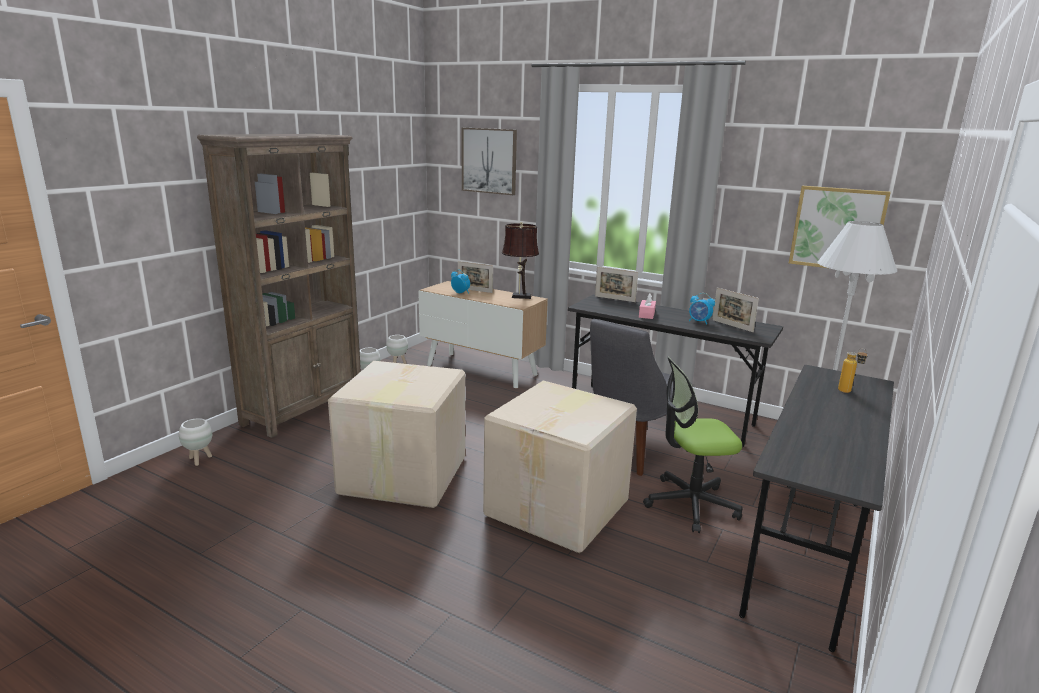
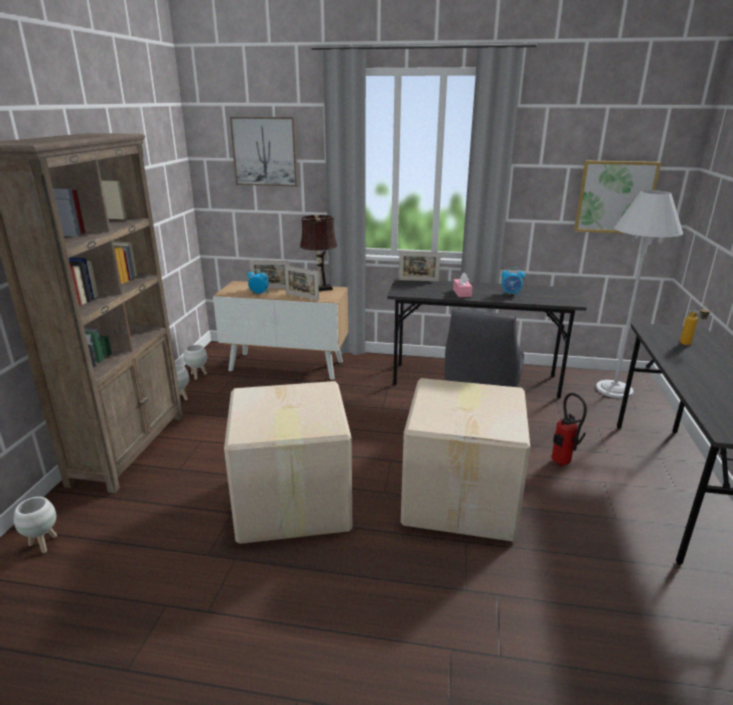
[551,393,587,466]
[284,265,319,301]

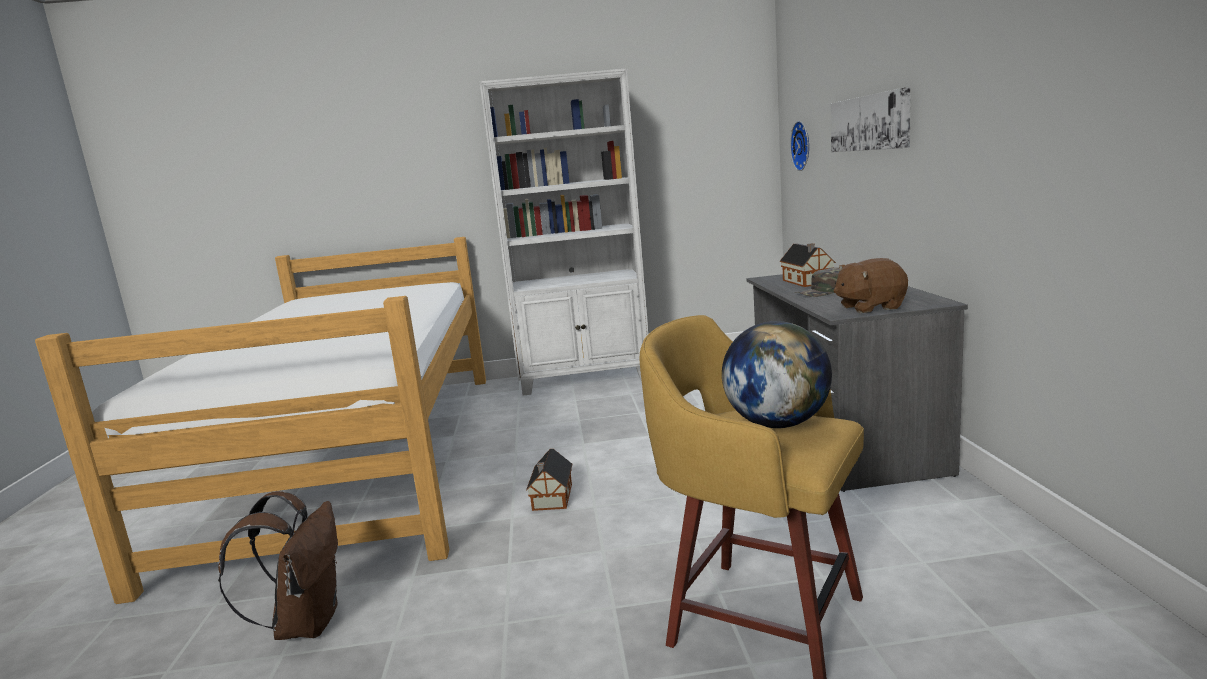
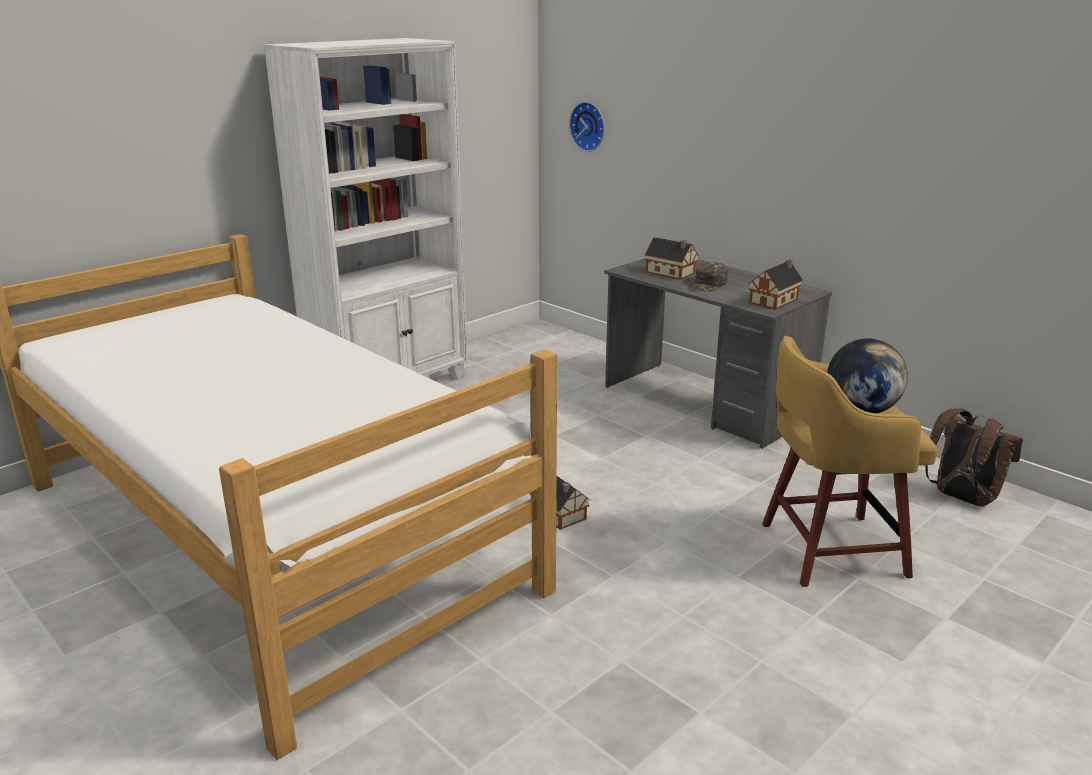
[925,408,1023,506]
[831,87,911,152] (first image)
[748,259,803,310]

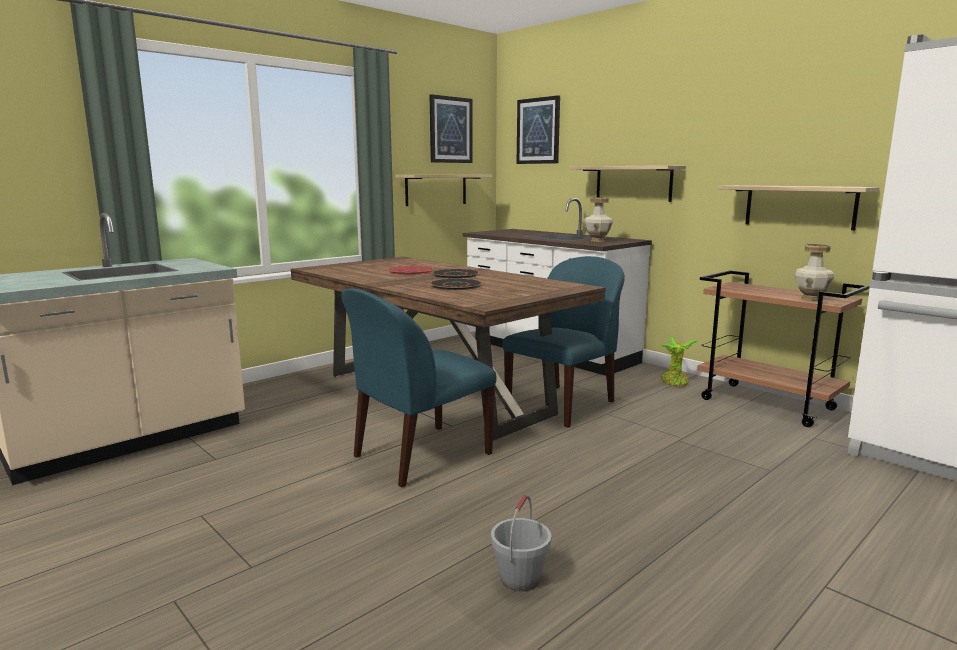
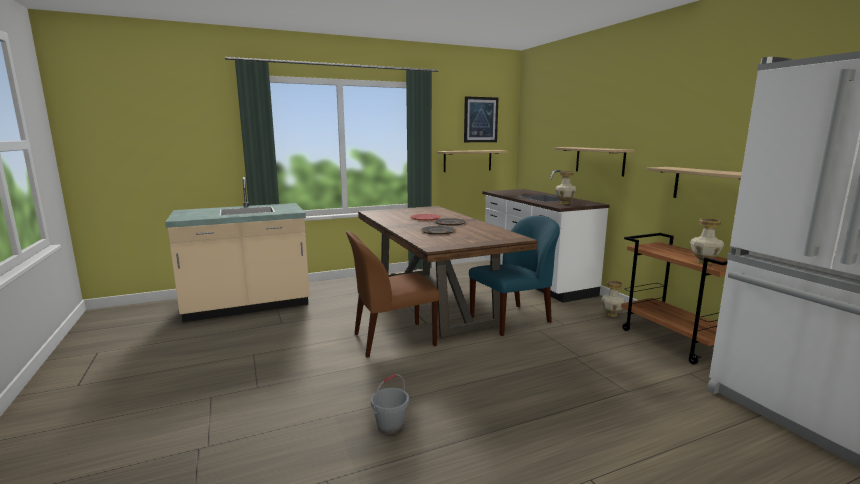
[346,231,439,358]
[517,95,560,164] (first image)
[601,280,625,317]

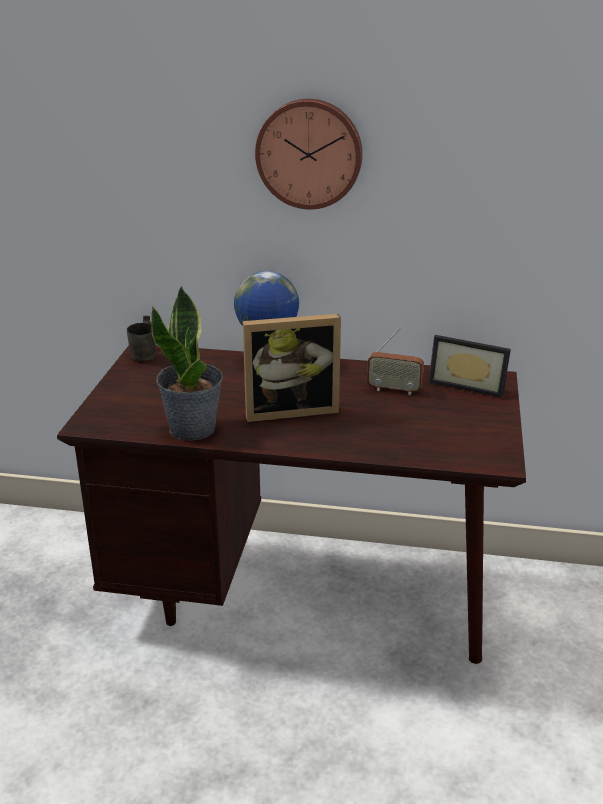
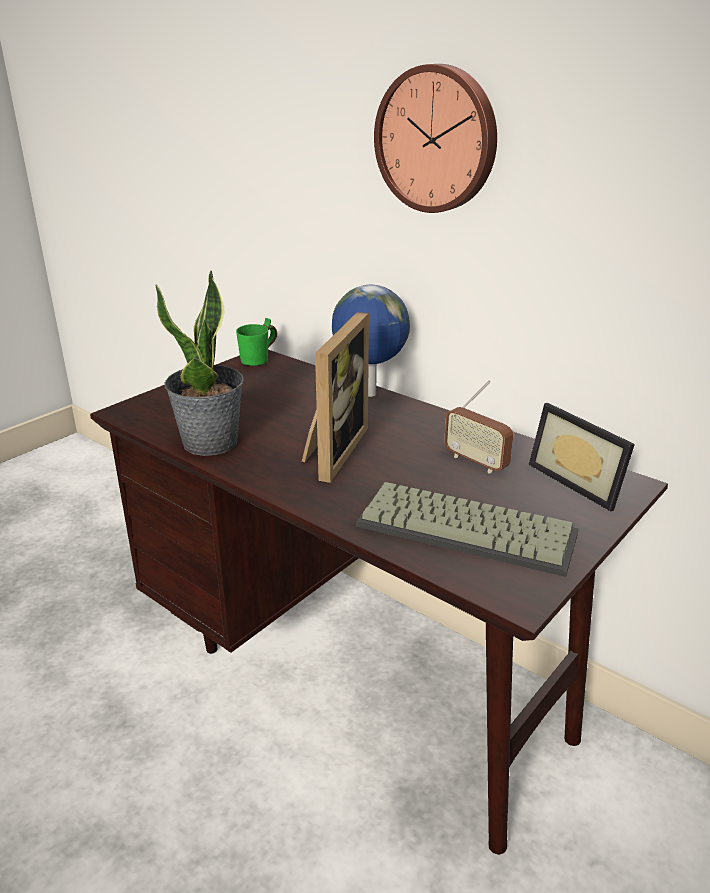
[236,318,277,366]
[302,312,369,483]
[356,482,578,577]

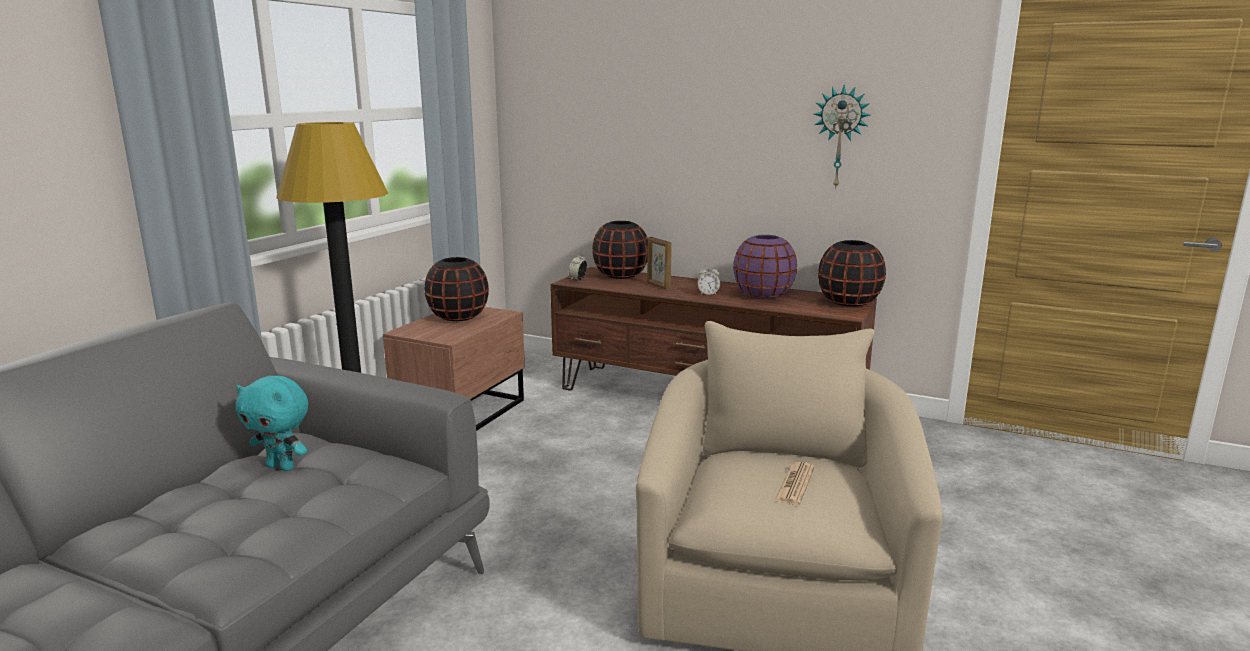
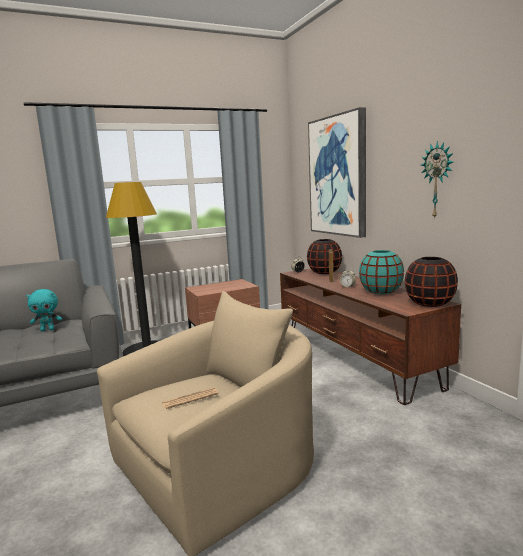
[26,289,62,331]
[424,257,489,321] (first image)
[359,250,404,294]
[308,107,366,238]

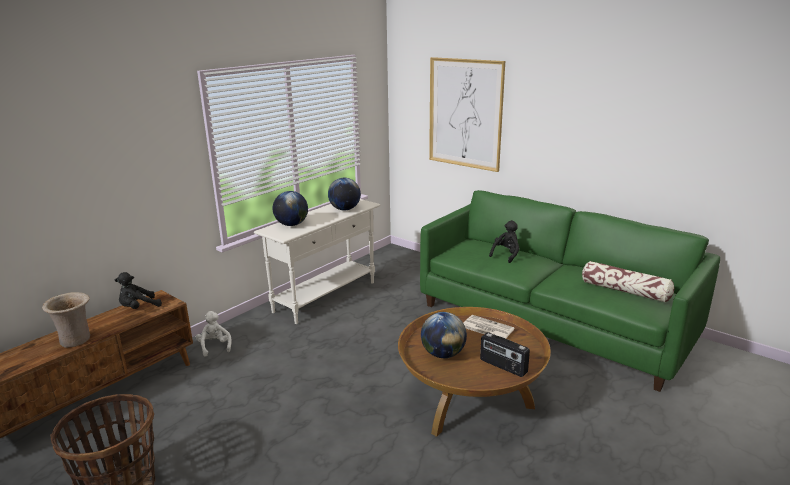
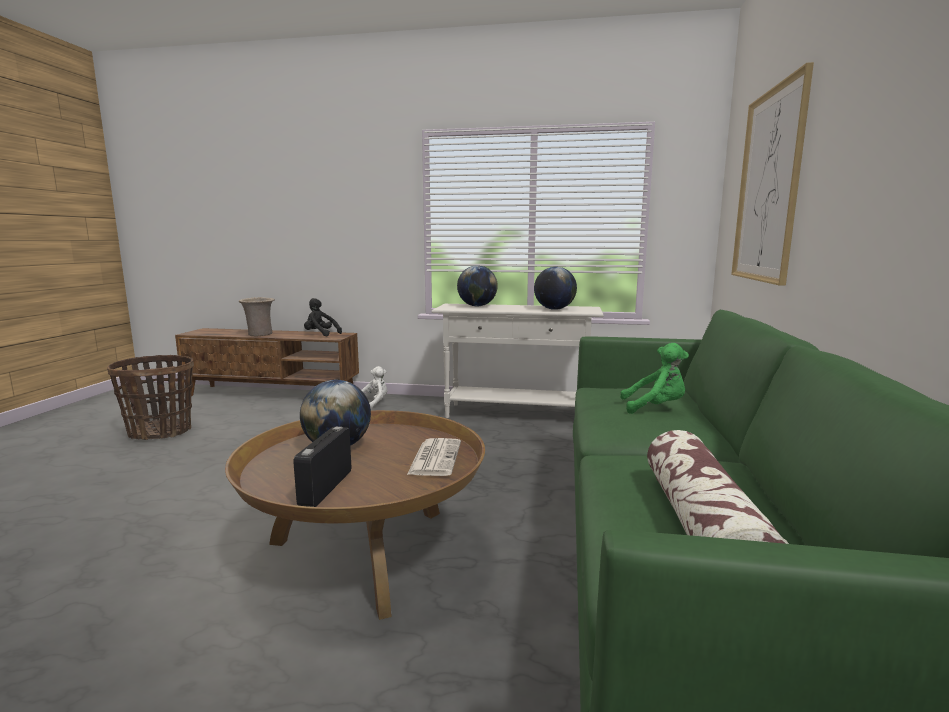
[620,343,689,414]

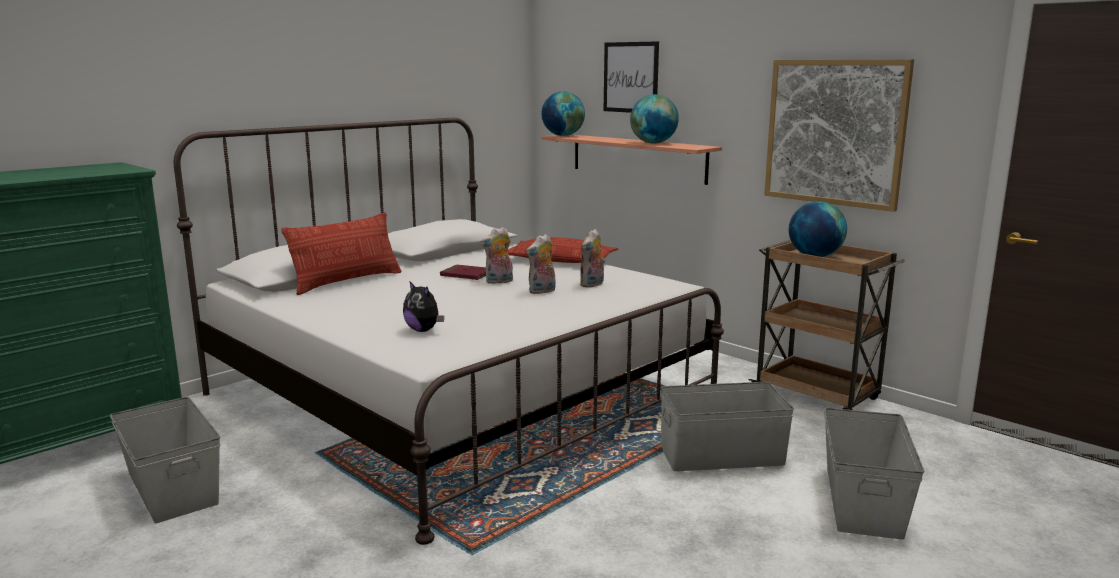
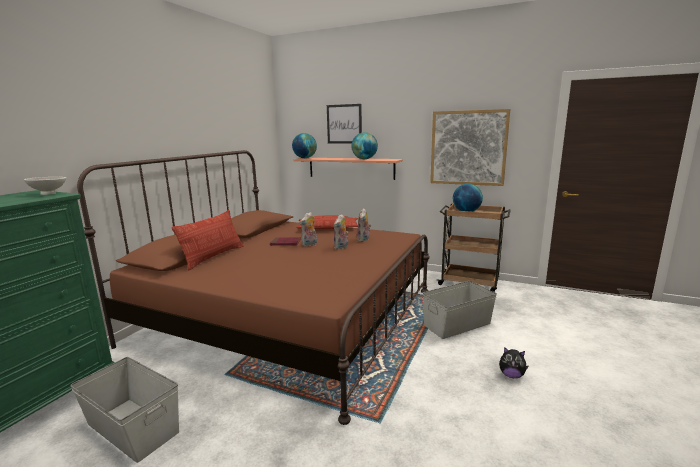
[77,150,430,425]
[499,347,528,378]
[824,408,925,540] (first image)
[24,177,66,195]

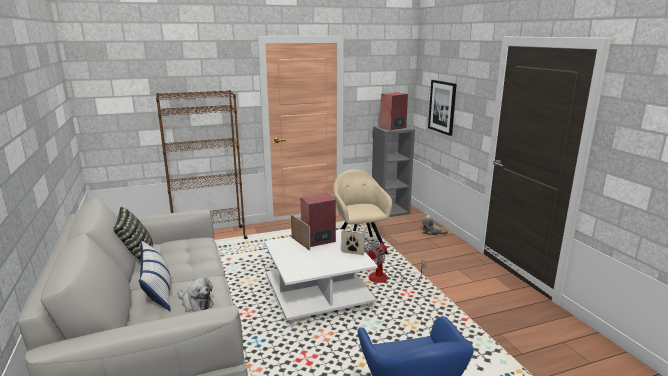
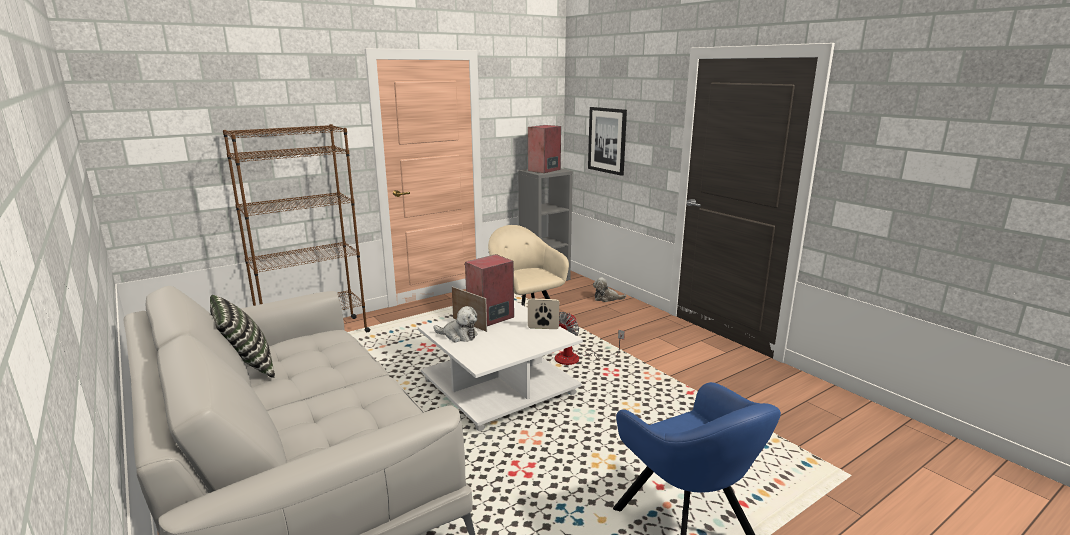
[139,241,171,311] (first image)
[433,306,477,342]

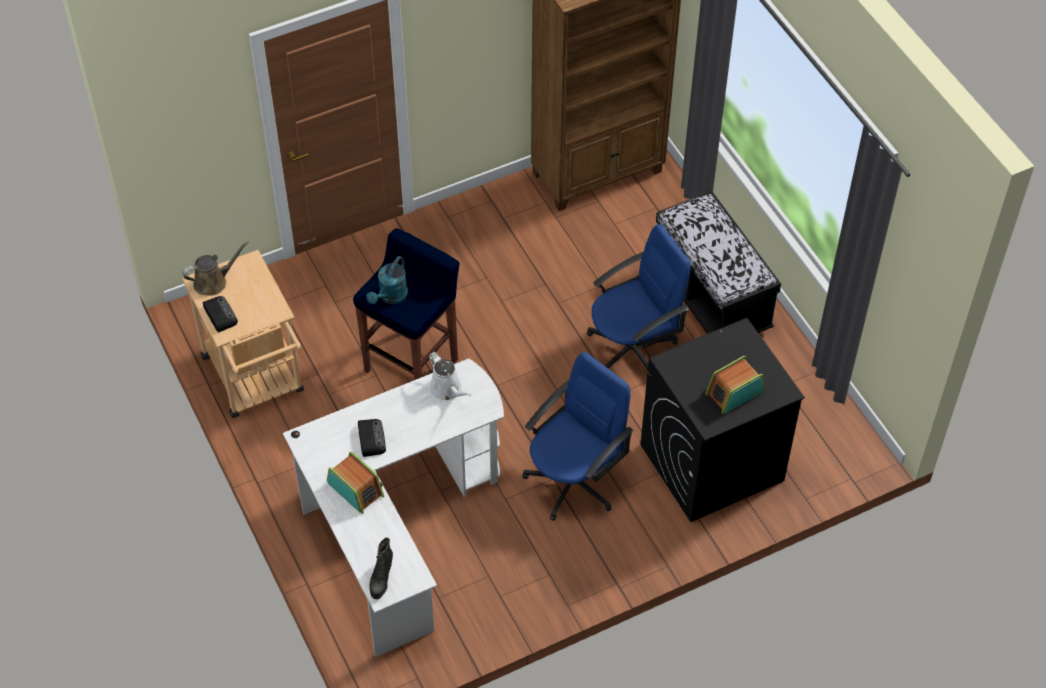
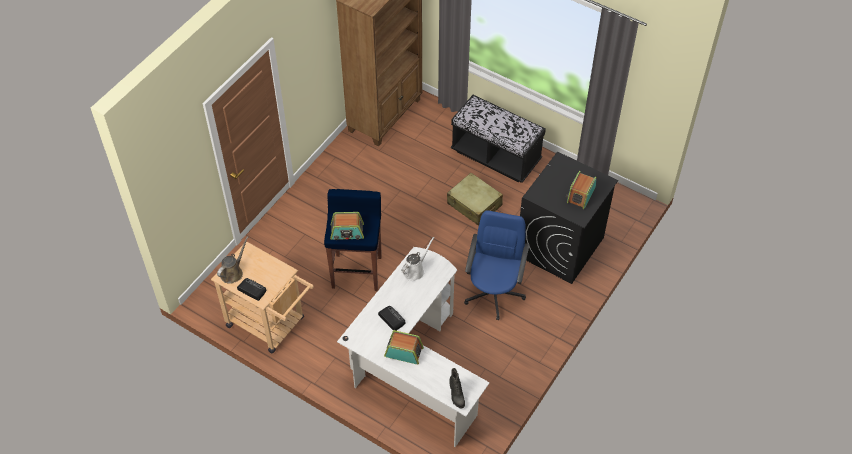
[330,212,364,240]
[401,237,435,281]
[447,173,503,226]

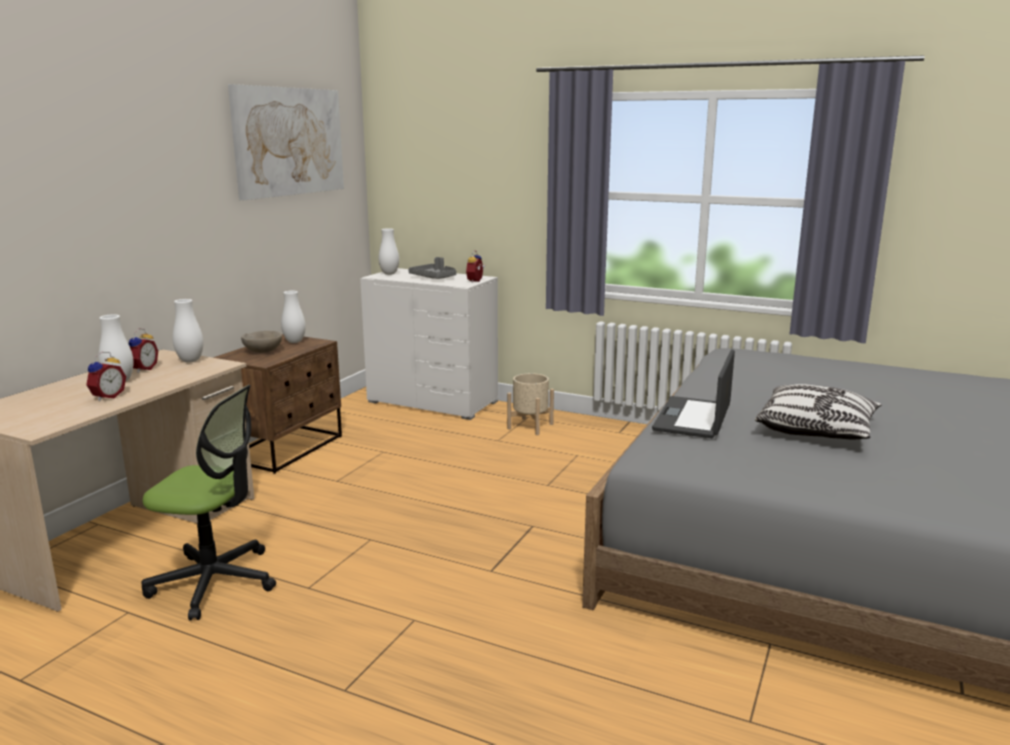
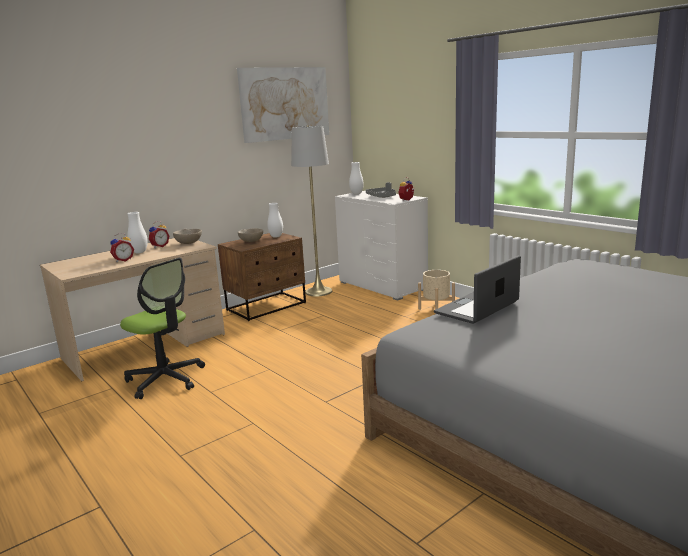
[173,229,202,244]
[755,384,882,439] (first image)
[291,125,332,296]

